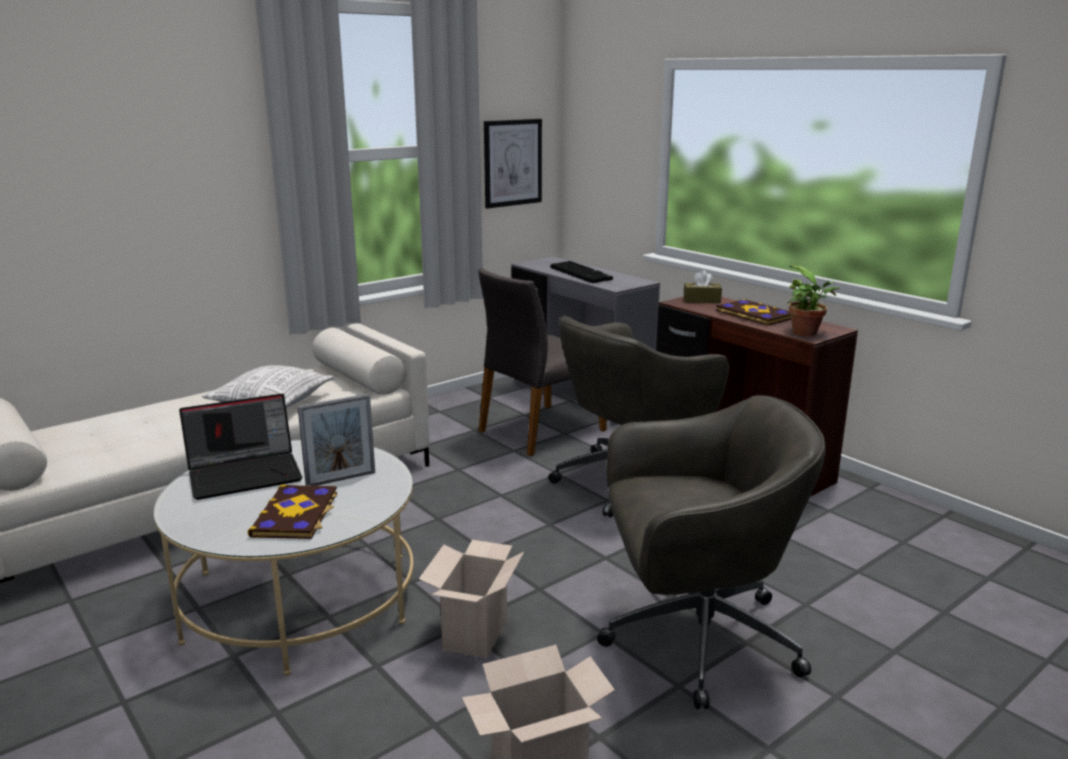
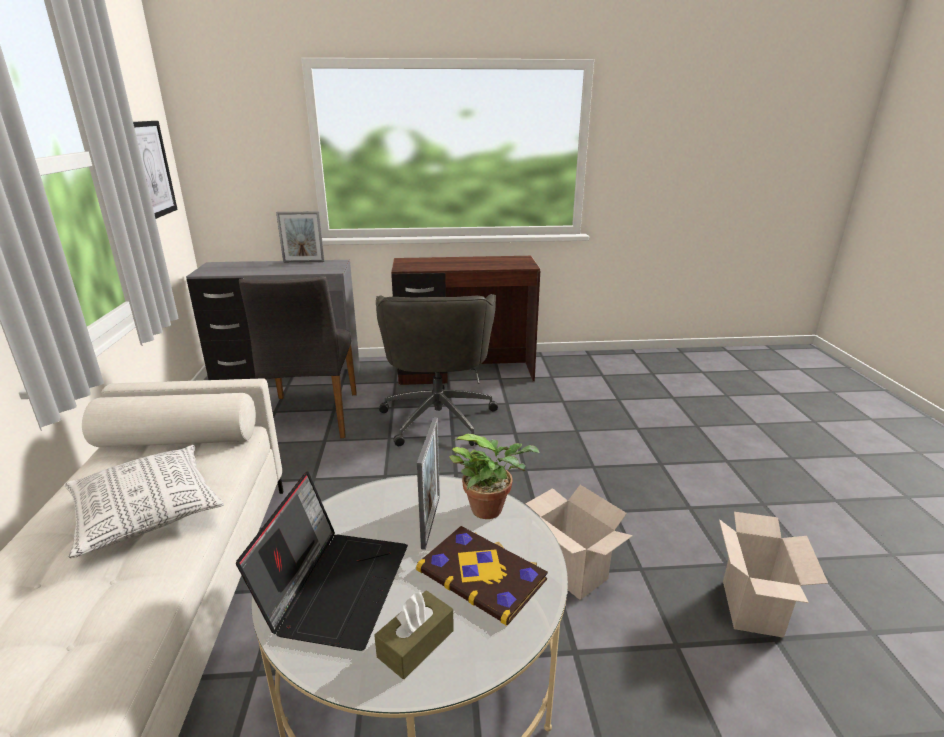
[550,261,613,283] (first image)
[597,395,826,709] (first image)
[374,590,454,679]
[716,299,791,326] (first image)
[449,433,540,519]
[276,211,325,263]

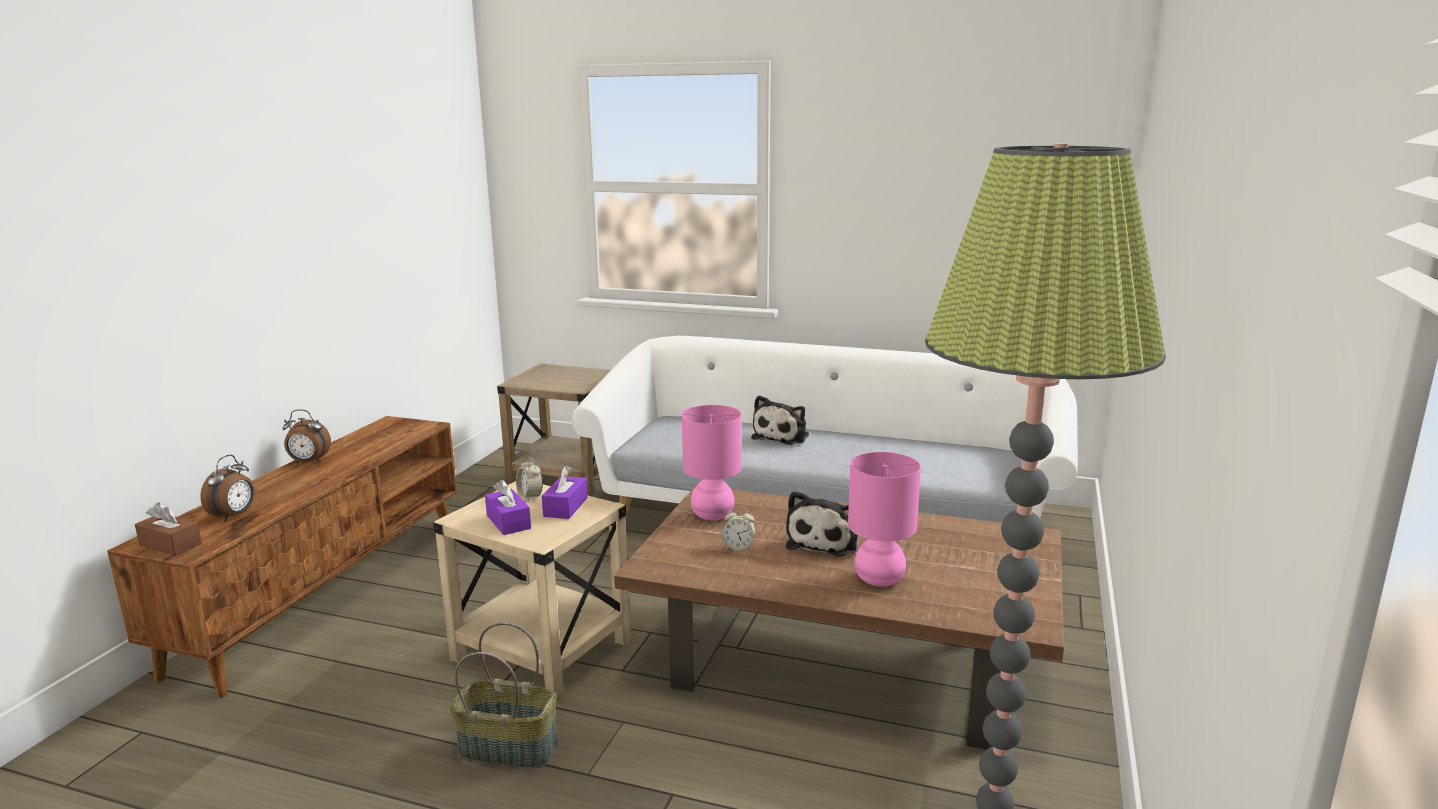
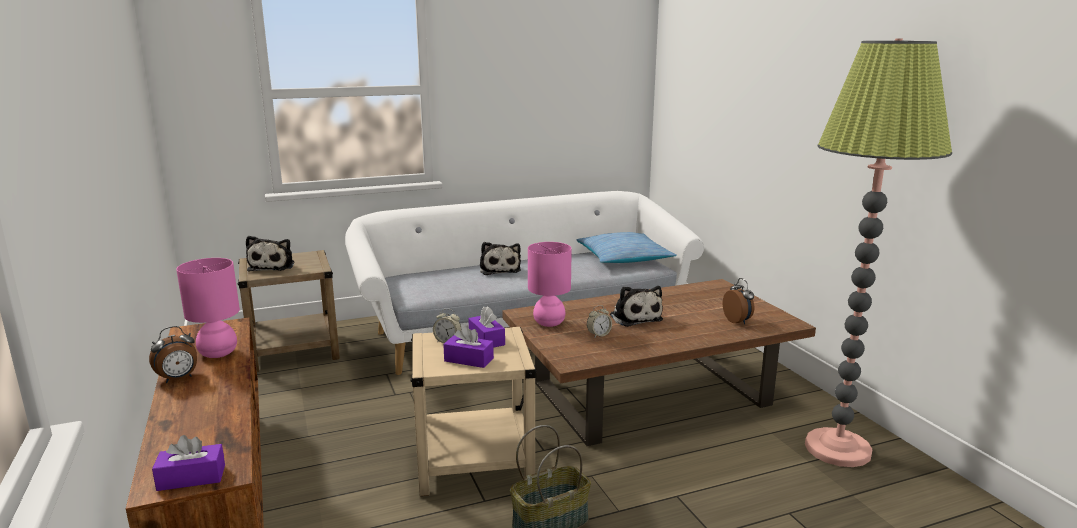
[152,435,225,491]
[723,278,754,324]
[176,258,240,358]
[246,236,294,272]
[577,232,677,263]

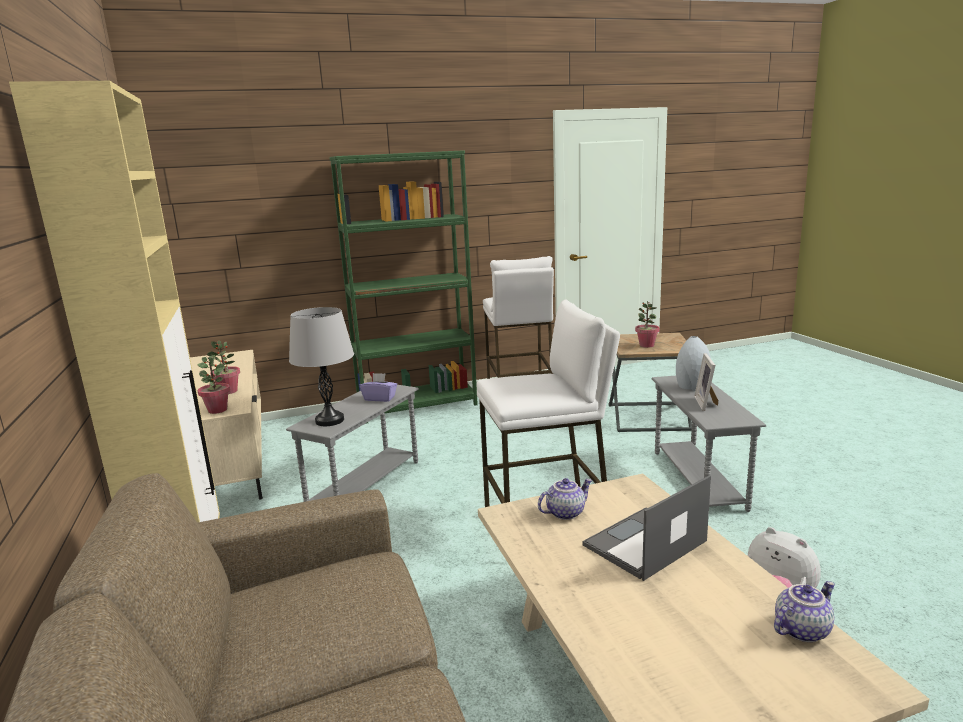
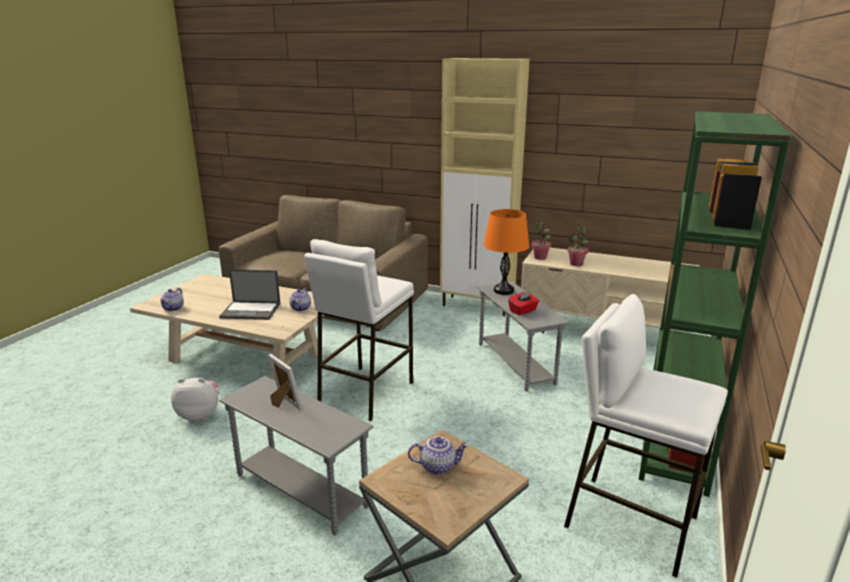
[483,209,529,295]
[508,291,539,315]
[219,270,280,320]
[408,437,469,475]
[676,336,711,391] (first image)

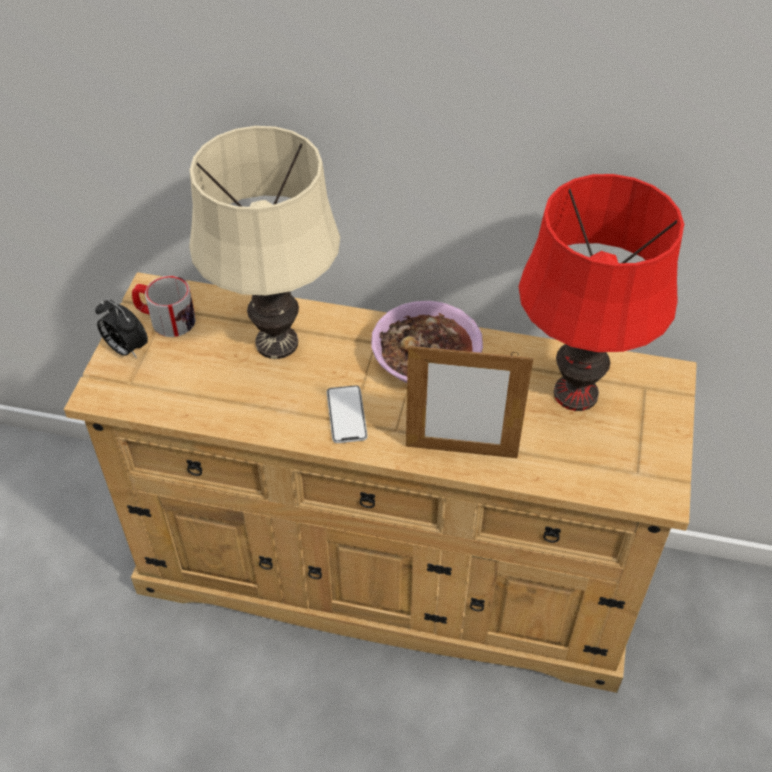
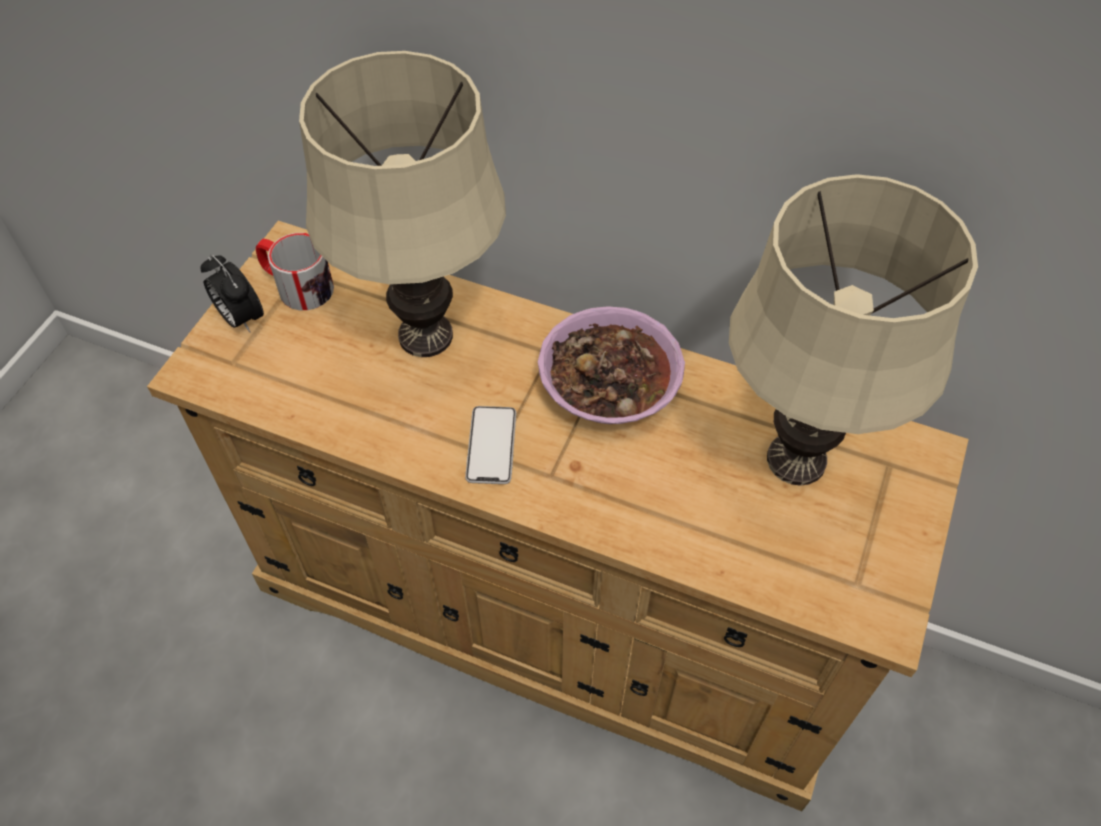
[406,343,533,458] (first image)
[729,174,978,486]

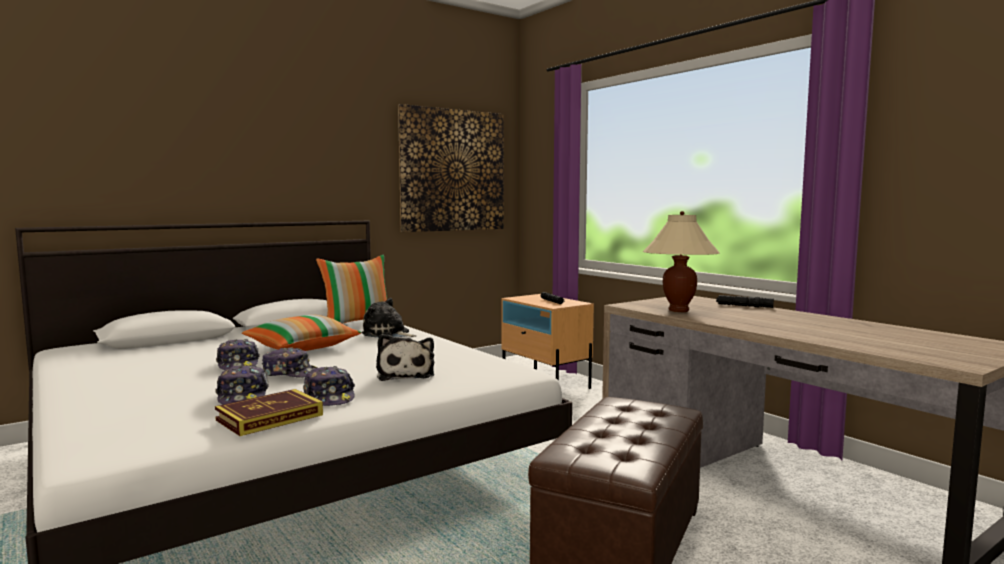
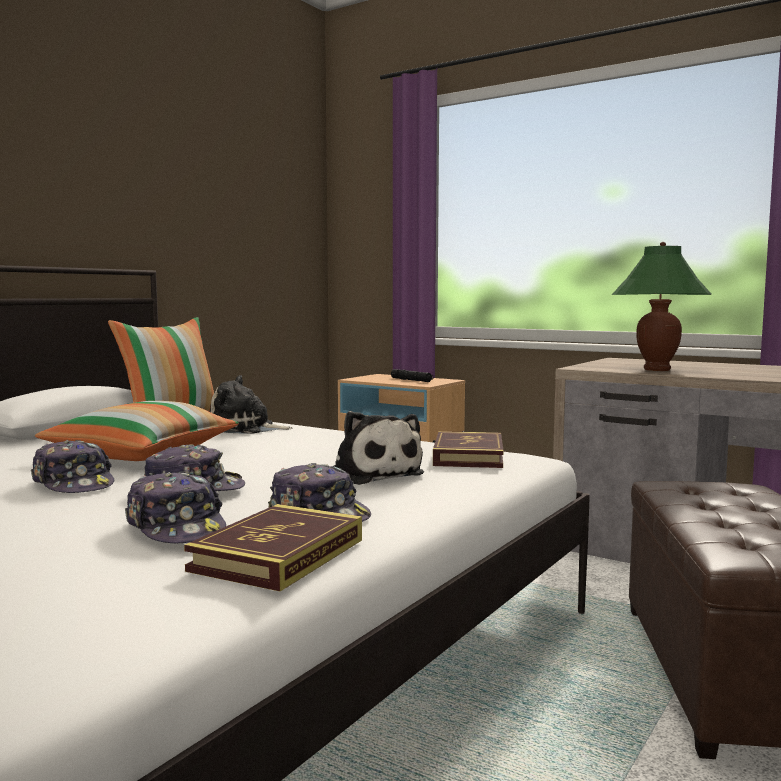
[398,104,504,232] (first image)
[611,242,711,371]
[716,295,774,308] (first image)
[433,431,504,468]

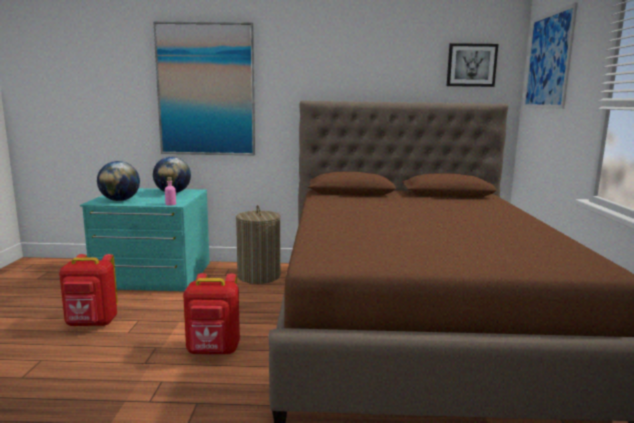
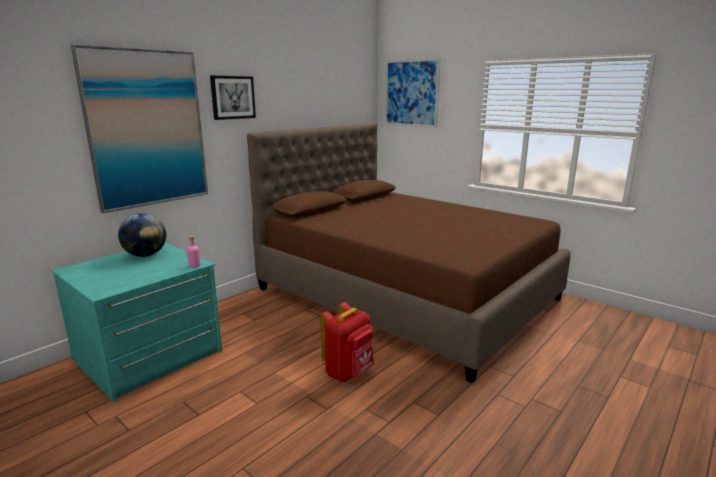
[59,254,118,326] (first image)
[97,161,140,201] (first image)
[236,205,281,284] (first image)
[210,76,256,120]

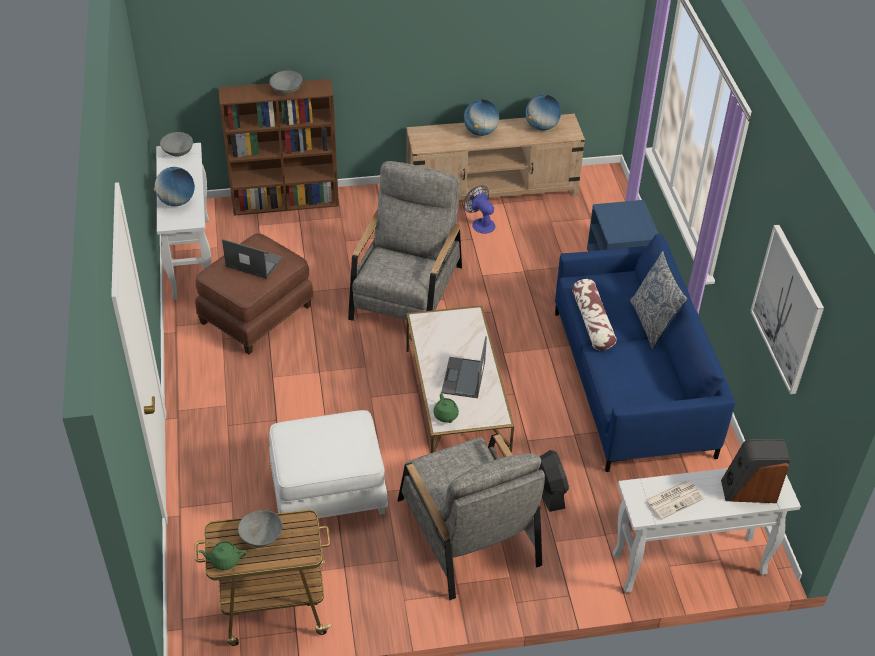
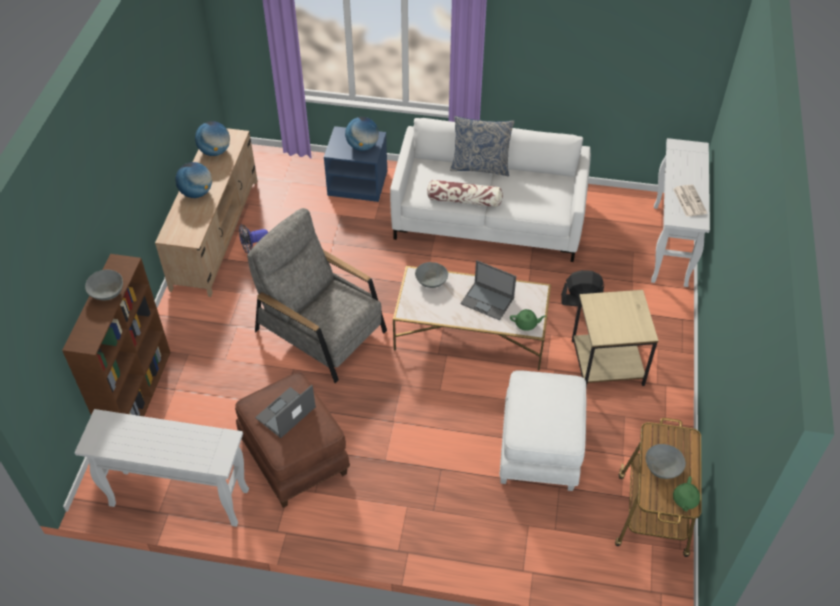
[345,117,379,151]
[415,262,448,288]
[572,290,659,388]
[390,118,591,262]
[721,439,790,503] (first image)
[750,225,824,395] (first image)

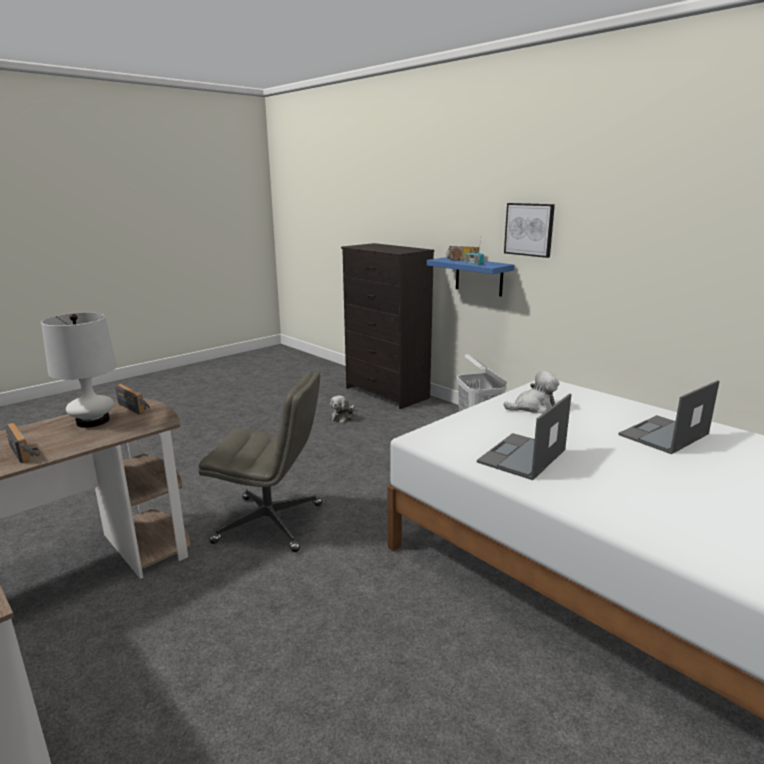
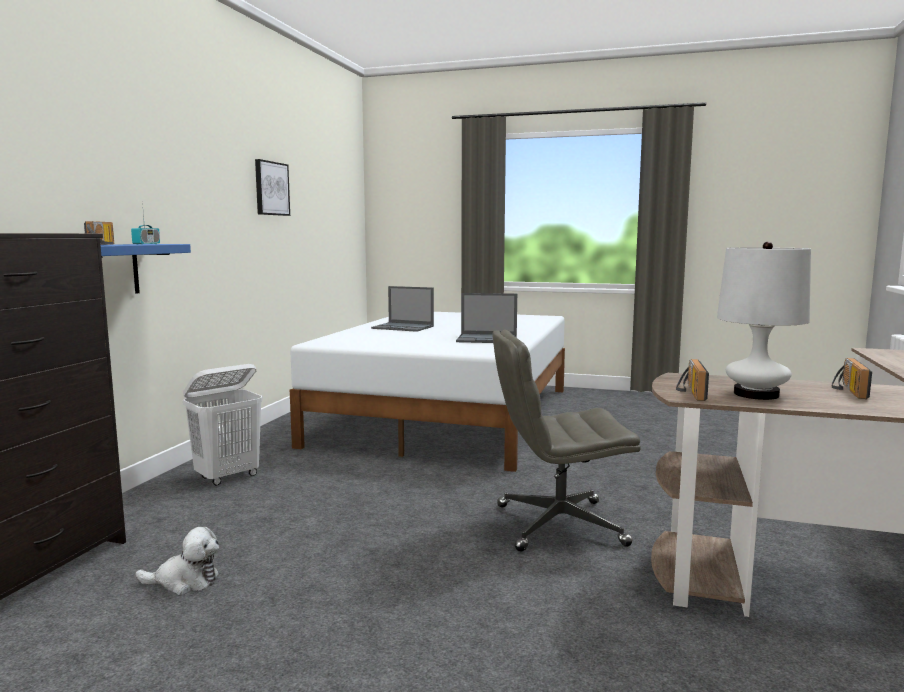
[493,330,641,551]
[255,159,290,216]
[504,370,559,414] (first image)

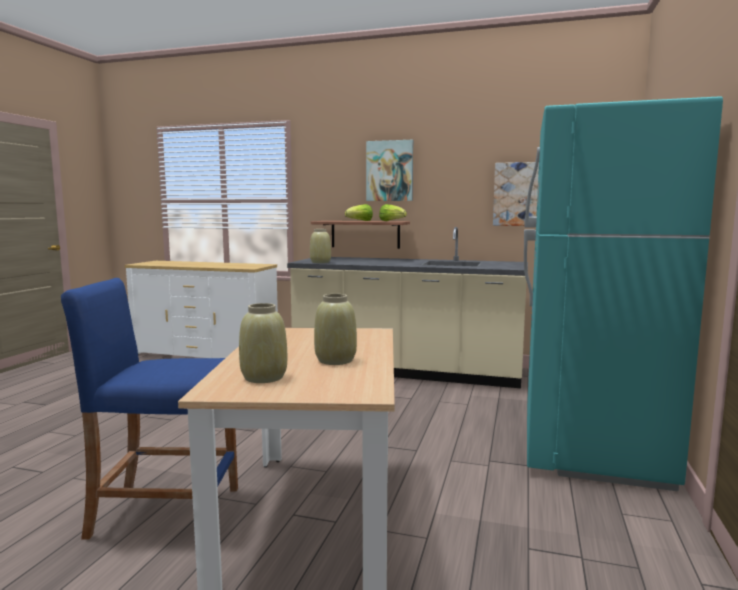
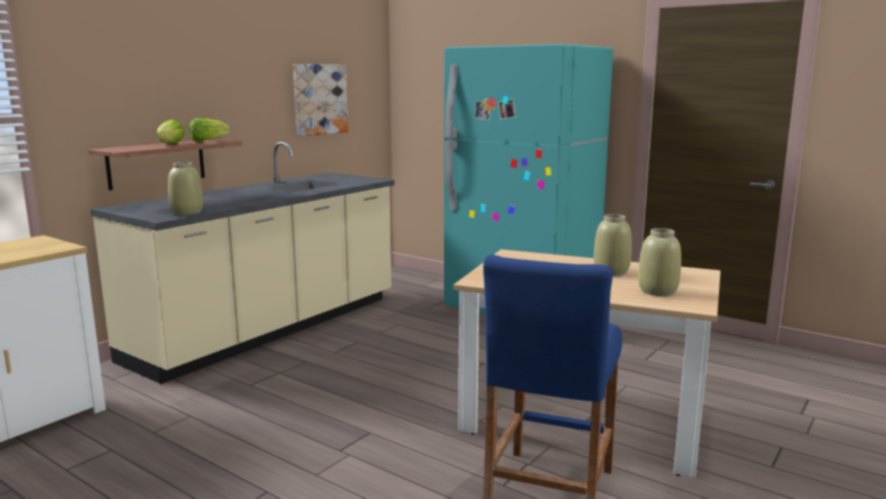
[366,140,413,201] (first image)

